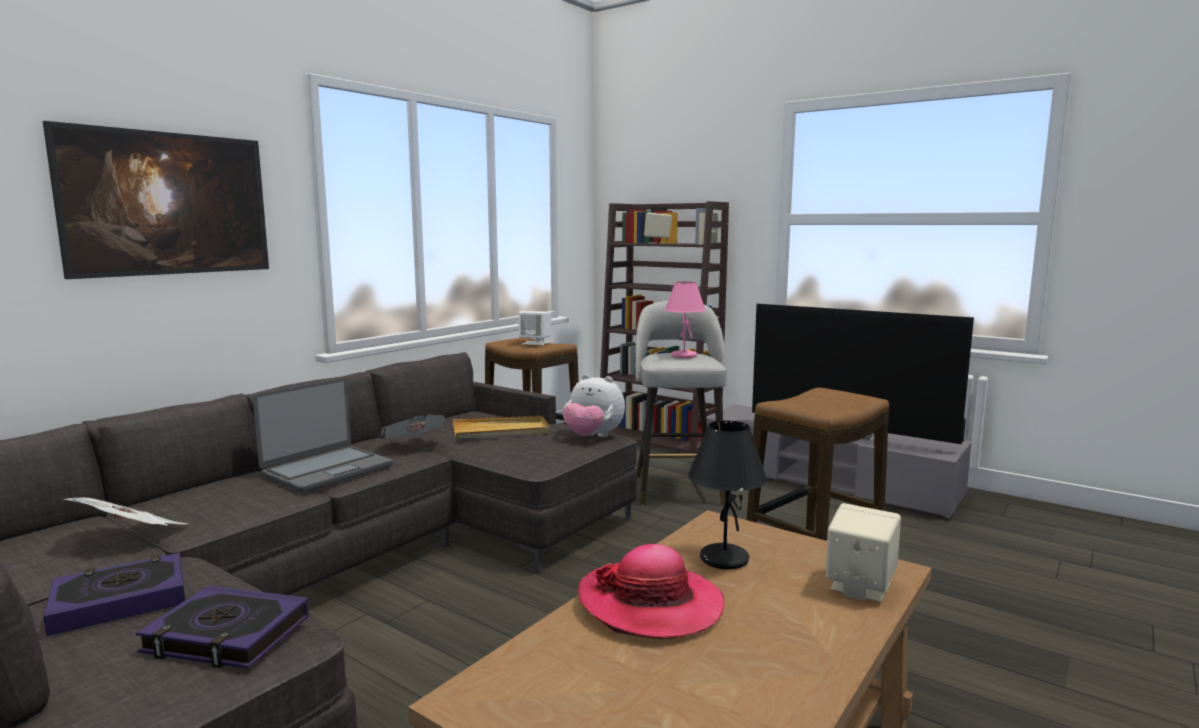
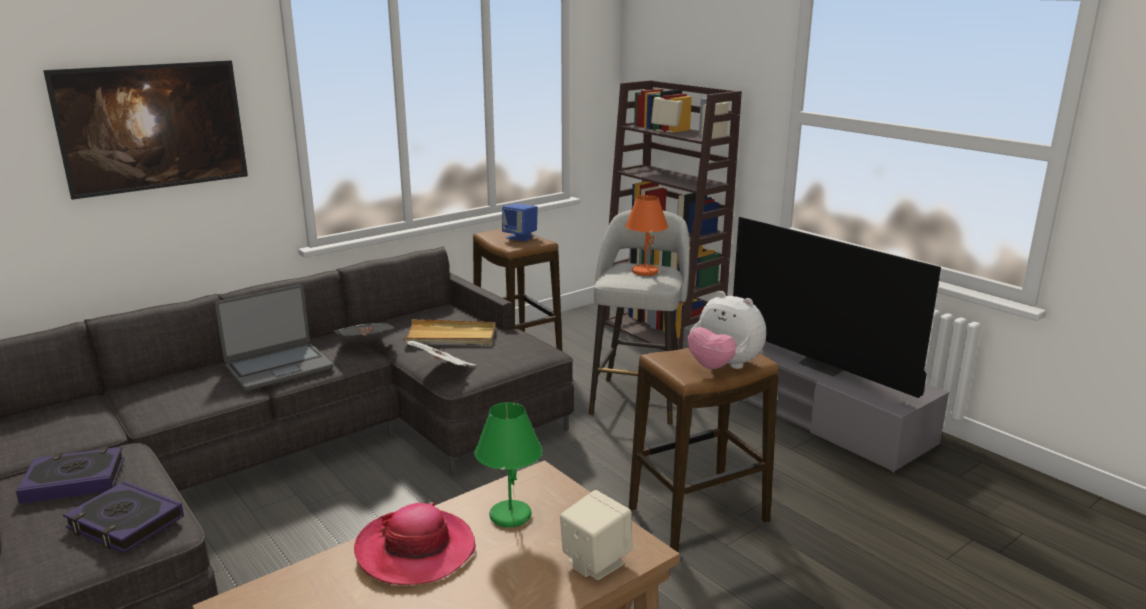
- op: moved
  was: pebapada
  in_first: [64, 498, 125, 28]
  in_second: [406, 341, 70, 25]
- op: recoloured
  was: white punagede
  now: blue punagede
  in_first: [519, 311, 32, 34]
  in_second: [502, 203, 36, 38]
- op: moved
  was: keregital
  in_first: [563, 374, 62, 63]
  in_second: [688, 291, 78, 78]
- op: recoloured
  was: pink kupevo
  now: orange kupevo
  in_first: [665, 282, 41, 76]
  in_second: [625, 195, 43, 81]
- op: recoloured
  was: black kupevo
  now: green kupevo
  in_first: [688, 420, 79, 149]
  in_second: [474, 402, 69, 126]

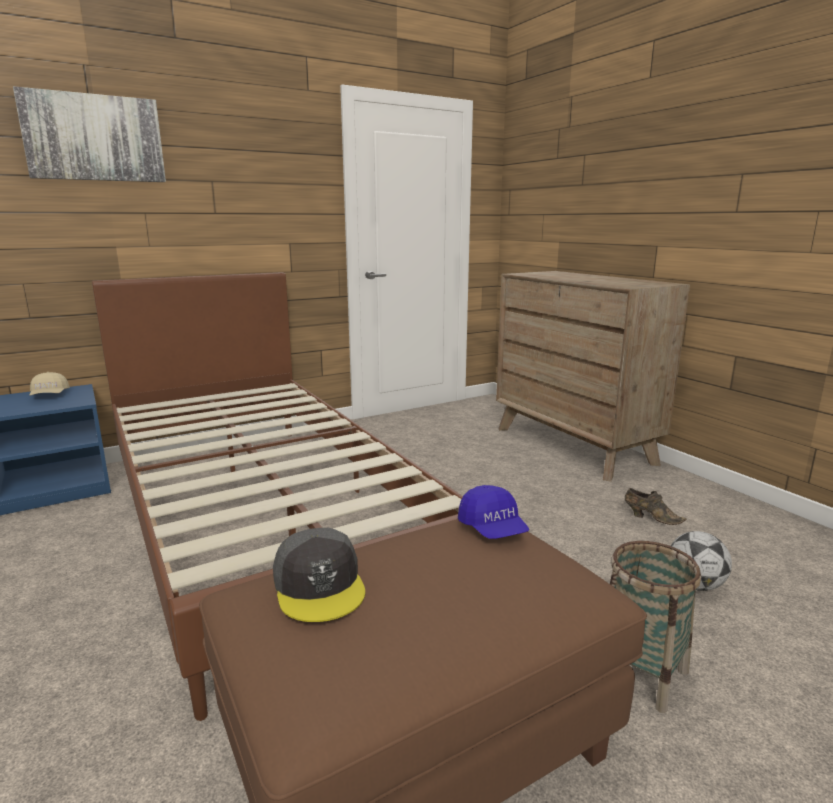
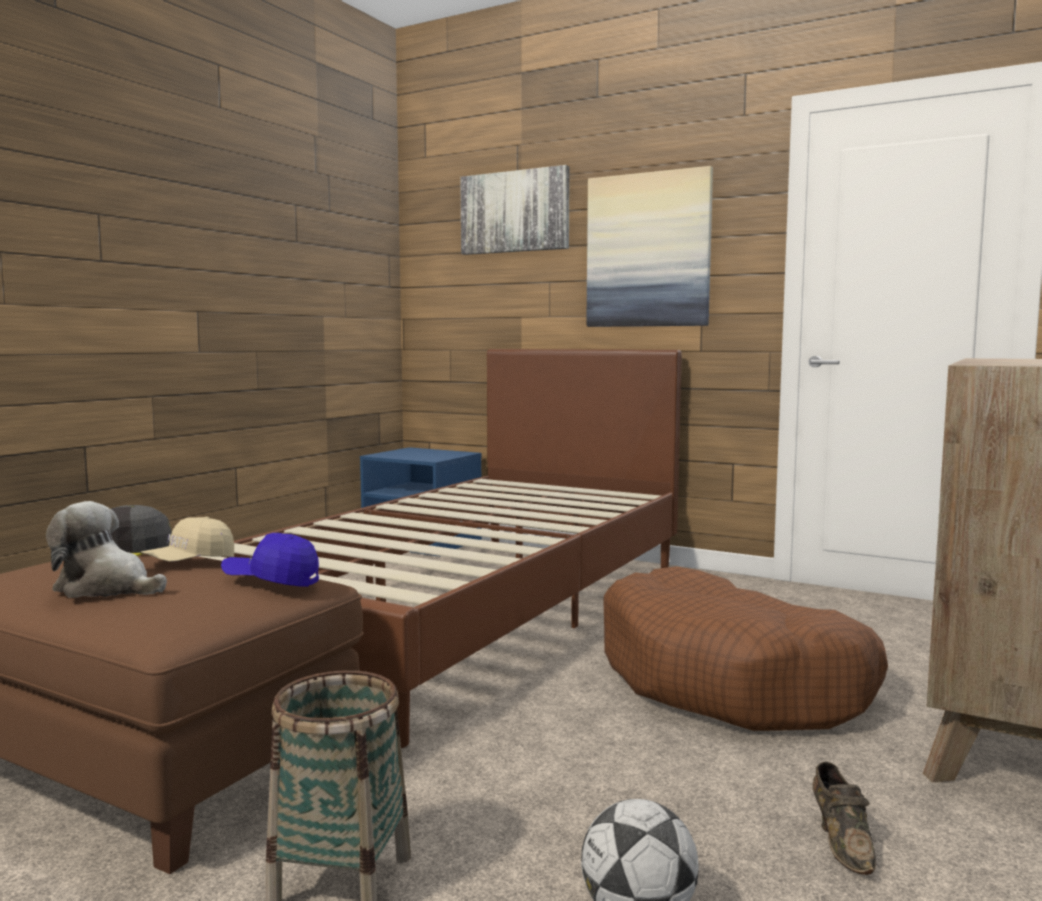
- op: moved
  was: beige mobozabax
  in_first: [29, 372, 41, 23]
  in_second: [141, 517, 93, 45]
- op: turned
  was: blue mobozabax
  in_first: [458, 485, 71, 54]
  in_second: [221, 533, 98, 54]
  clockwise: 60
- op: added
  now: keregital
  in_second: [46, 501, 121, 97]
- op: added
  now: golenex
  in_second: [586, 166, 127, 161]
- op: added
  now: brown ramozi
  in_second: [604, 566, 284, 165]

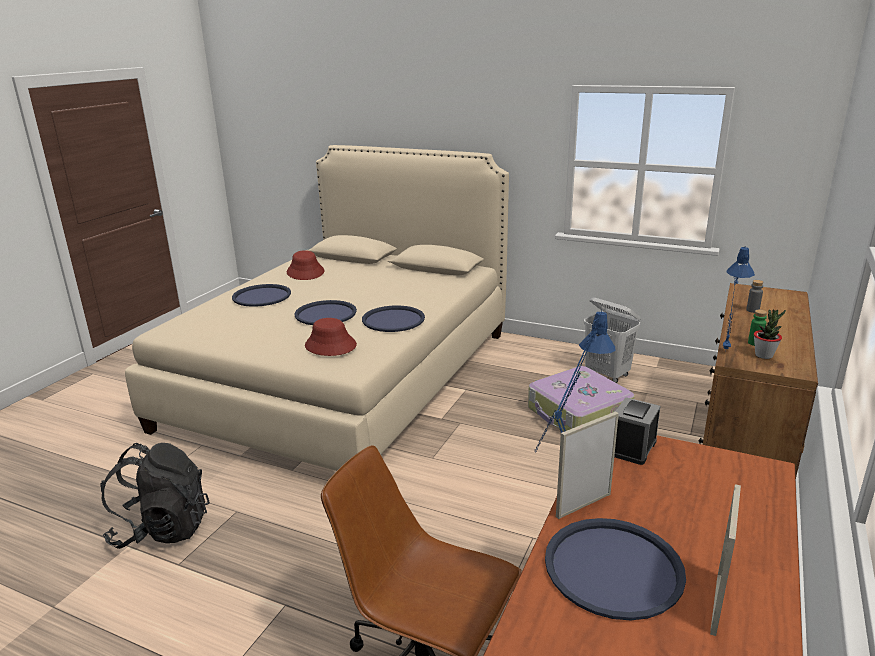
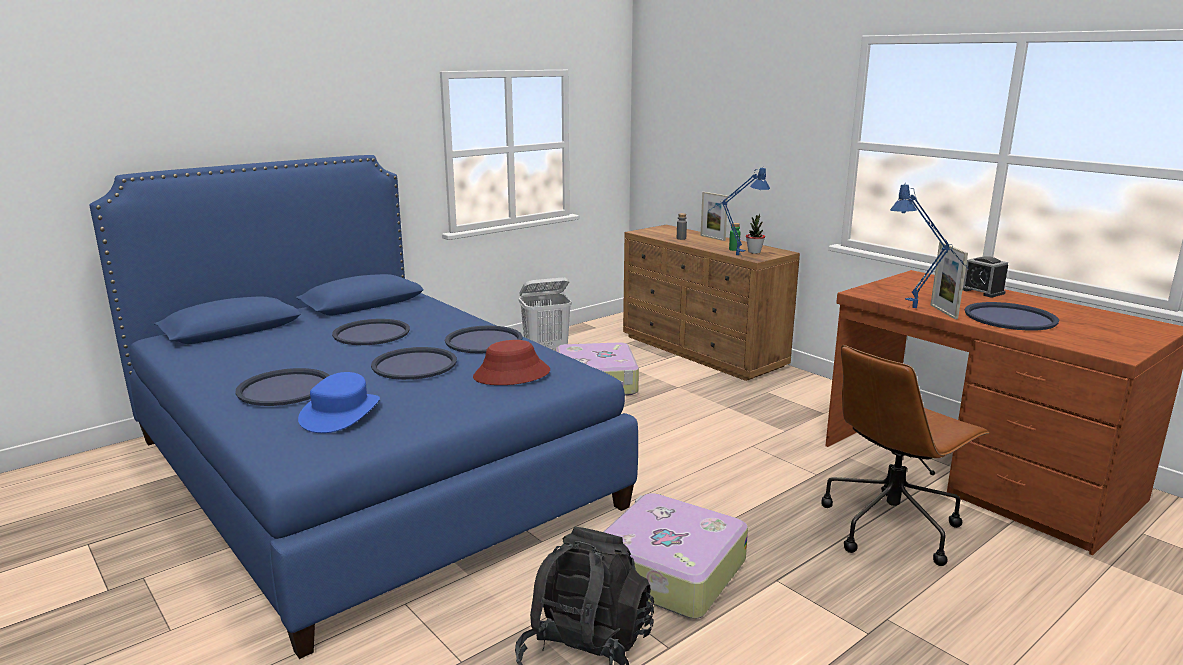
- op: recoloured
  was: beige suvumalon
  now: blue suvumalon
  in_first: [125, 145, 384, 326]
  in_second: [90, 155, 548, 504]
- op: removed
  was: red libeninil
  in_first: [287, 250, 37, 30]
- op: moved
  was: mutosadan
  in_first: [614, 397, 47, 68]
  in_second: [963, 256, 45, 41]
- op: moved
  was: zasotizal
  in_first: [710, 484, 31, 152]
  in_second: [701, 192, 27, 49]
- op: added
  now: blue libeninil
  in_second: [298, 372, 82, 61]
- op: added
  now: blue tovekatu
  in_second: [332, 319, 78, 26]
- op: added
  now: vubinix
  in_second: [604, 493, 144, 126]

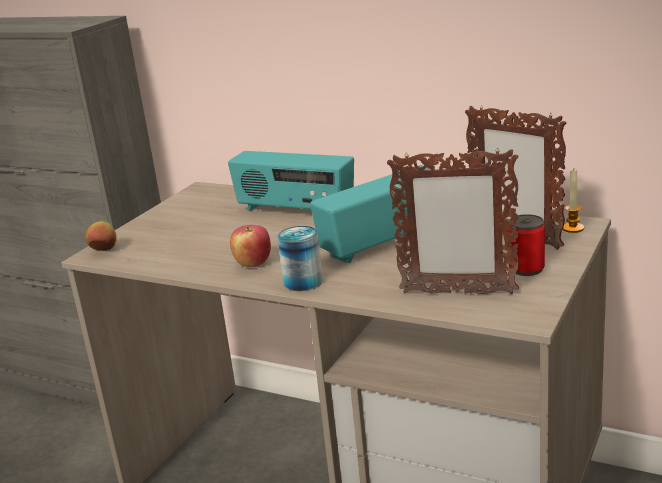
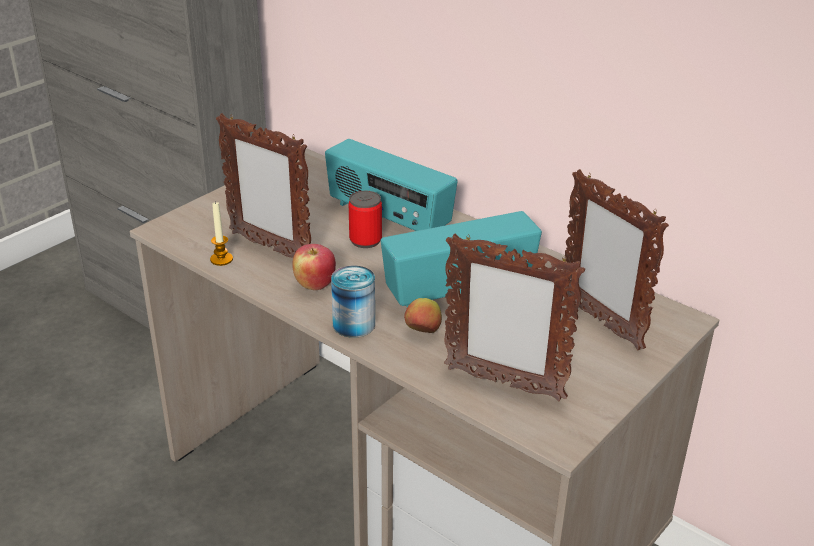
- op: moved
  was: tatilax
  in_first: [85, 221, 32, 30]
  in_second: [404, 298, 38, 35]
- op: moved
  was: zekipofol
  in_first: [508, 214, 37, 62]
  in_second: [349, 191, 33, 57]
- op: moved
  was: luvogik
  in_first: [562, 170, 22, 63]
  in_second: [210, 201, 23, 65]
- op: added
  now: zasotizal
  in_second: [216, 113, 95, 144]

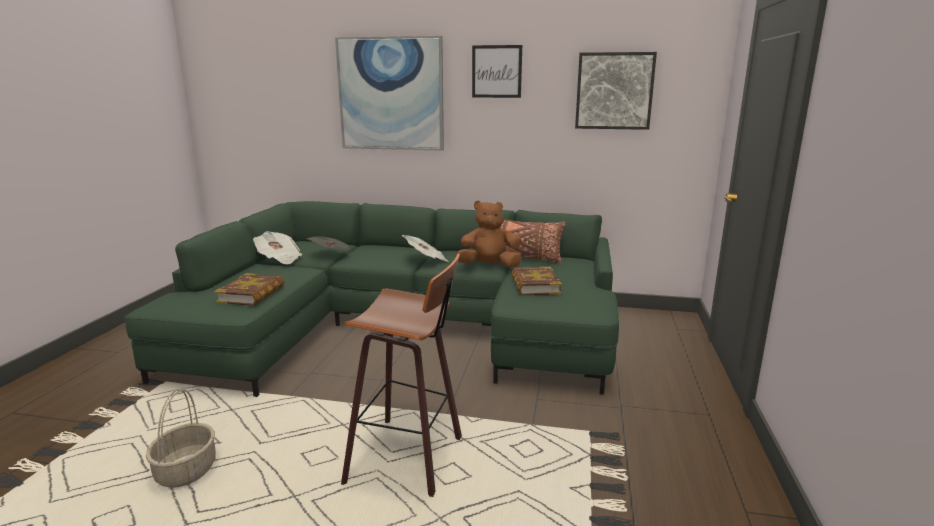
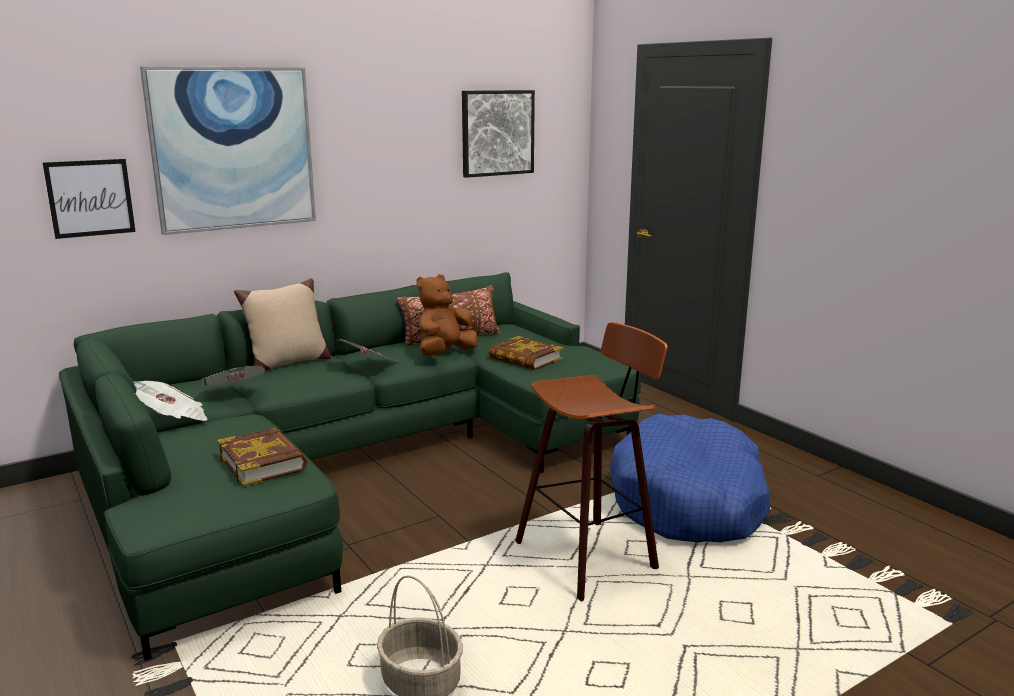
- op: moved
  was: golenex
  in_first: [472, 45, 50, 53]
  in_second: [43, 159, 93, 80]
- op: added
  now: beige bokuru
  in_second: [234, 278, 97, 93]
- op: added
  now: blue ramozi
  in_second: [610, 414, 160, 128]

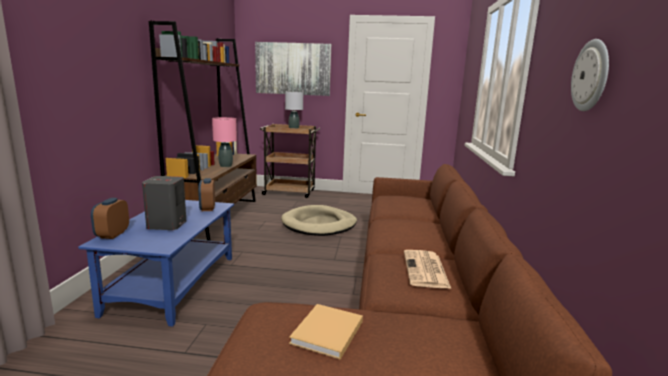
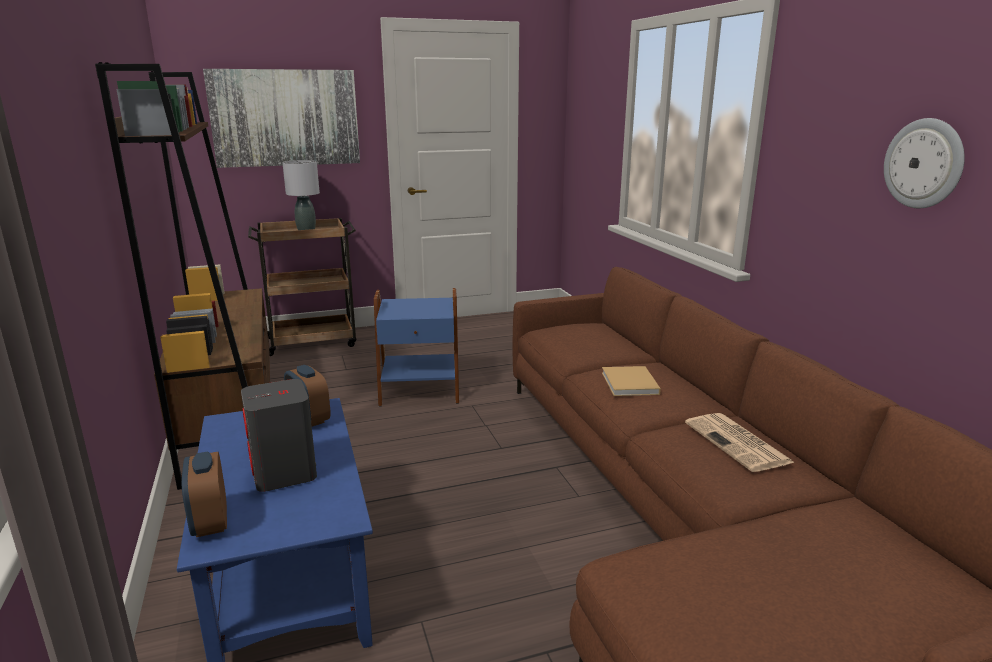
- op: removed
  was: pink kupevo
  in_first: [212, 117, 25, 50]
- op: replaced
  was: beige ramozi
  now: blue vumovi
  in_first: [281, 205, 76, 31]
  in_second: [374, 288, 85, 119]
- op: moved
  was: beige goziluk
  in_first: [289, 304, 74, 56]
  in_second: [602, 366, 59, 30]

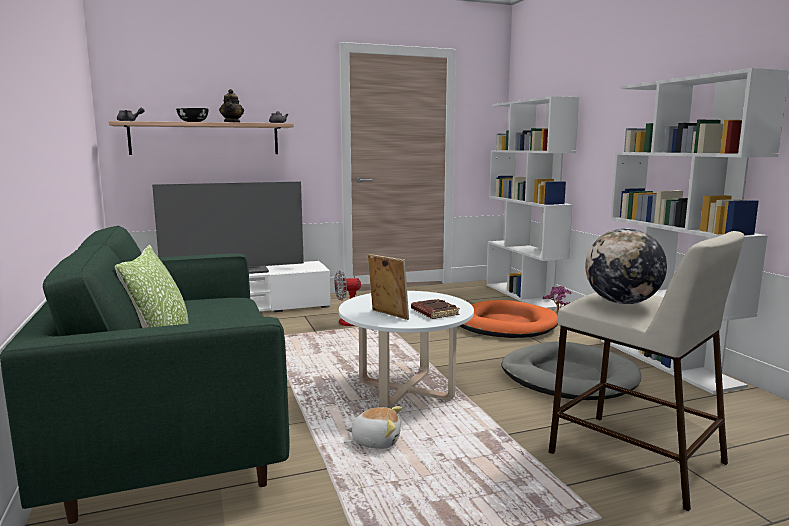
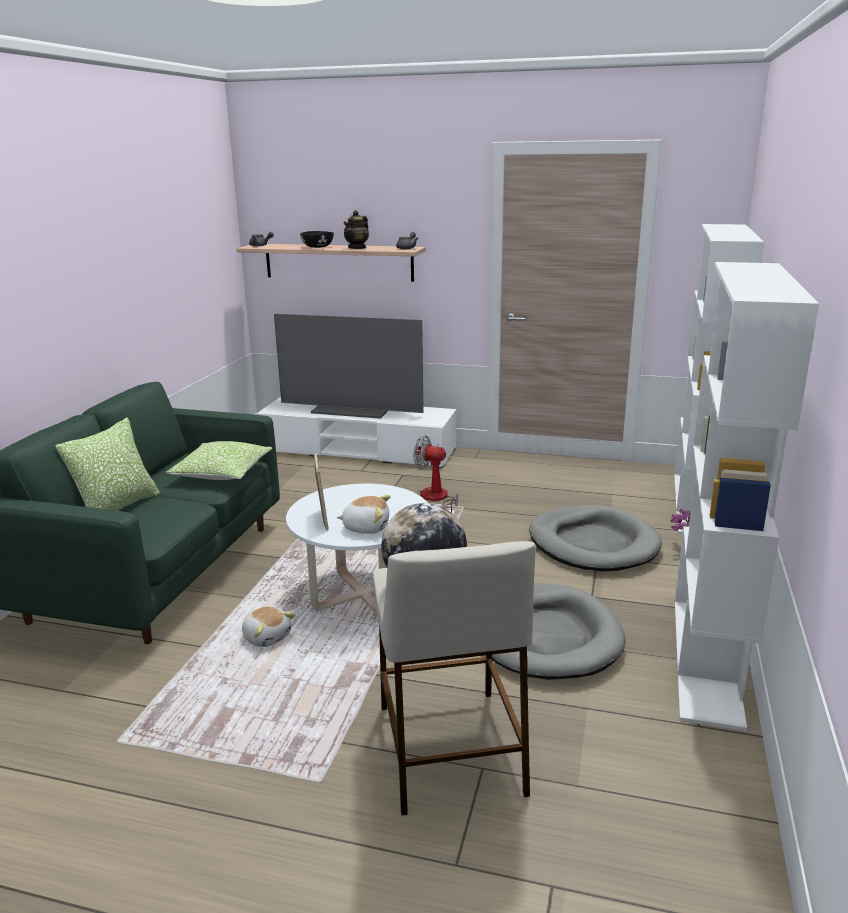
- op: replaced
  was: brown goziluk
  now: keregital
  in_first: [411, 299, 49, 20]
  in_second: [337, 495, 54, 39]
- op: recoloured
  was: orange ramozi
  now: grey ramozi
  in_first: [460, 300, 98, 38]
  in_second: [529, 505, 133, 66]
- op: added
  now: bokuru
  in_second: [166, 441, 106, 39]

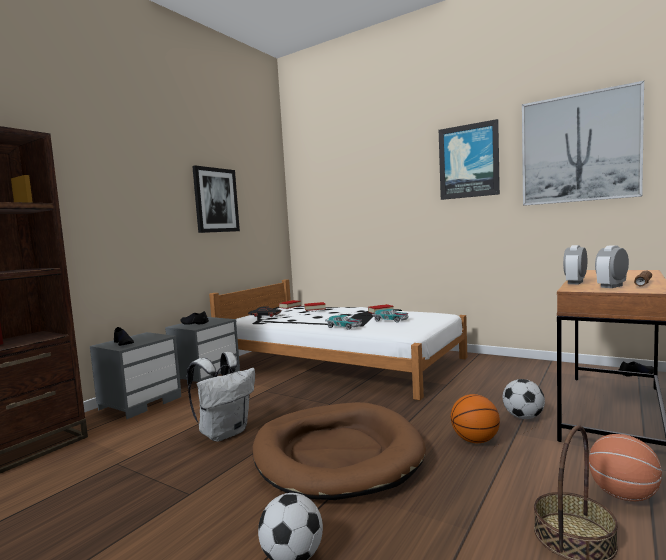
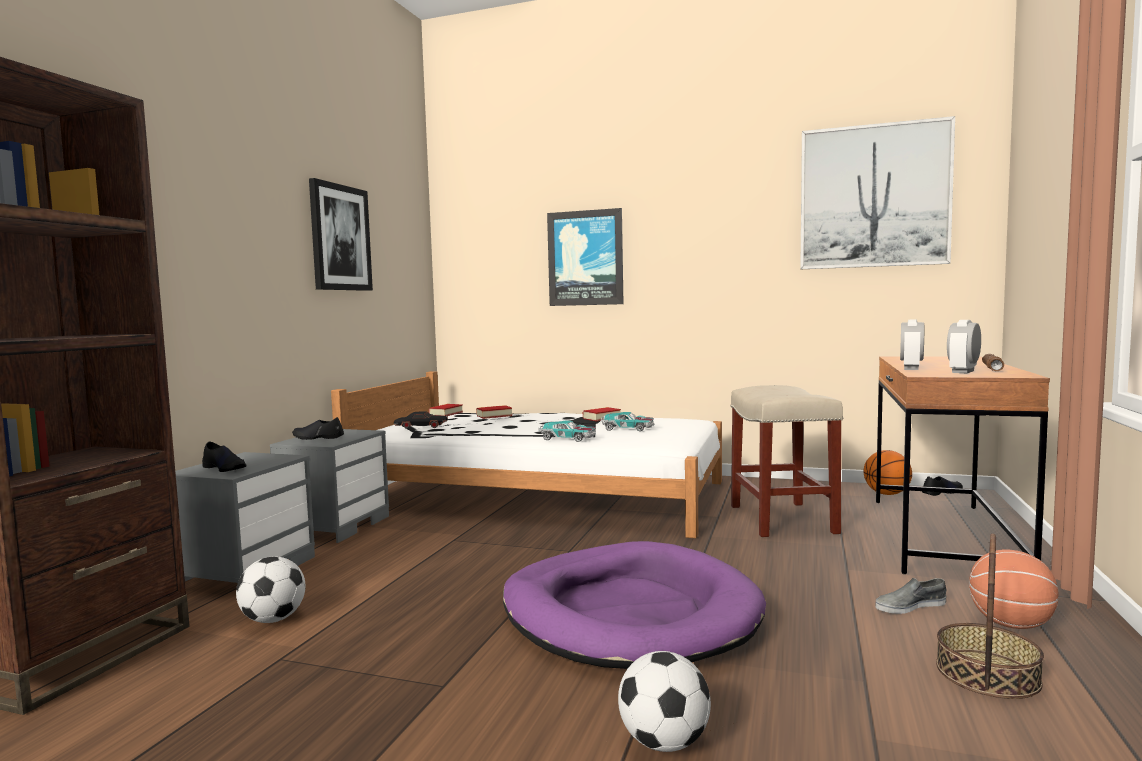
- op: removed
  was: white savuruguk
  in_first: [187, 352, 68, 89]
- op: recoloured
  was: brown ramozi
  now: purple ramozi
  in_first: [252, 402, 174, 98]
  in_second: [503, 541, 263, 128]
- op: moved
  was: golenex
  in_first: [439, 119, 61, 81]
  in_second: [547, 208, 77, 98]
- op: moved
  was: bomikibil
  in_first: [451, 394, 49, 49]
  in_second: [864, 450, 48, 45]
- op: moved
  was: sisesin
  in_first: [503, 379, 42, 40]
  in_second: [236, 556, 70, 67]
- op: added
  now: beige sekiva
  in_second: [731, 385, 112, 152]
- op: added
  now: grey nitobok
  in_second: [875, 578, 71, 36]

